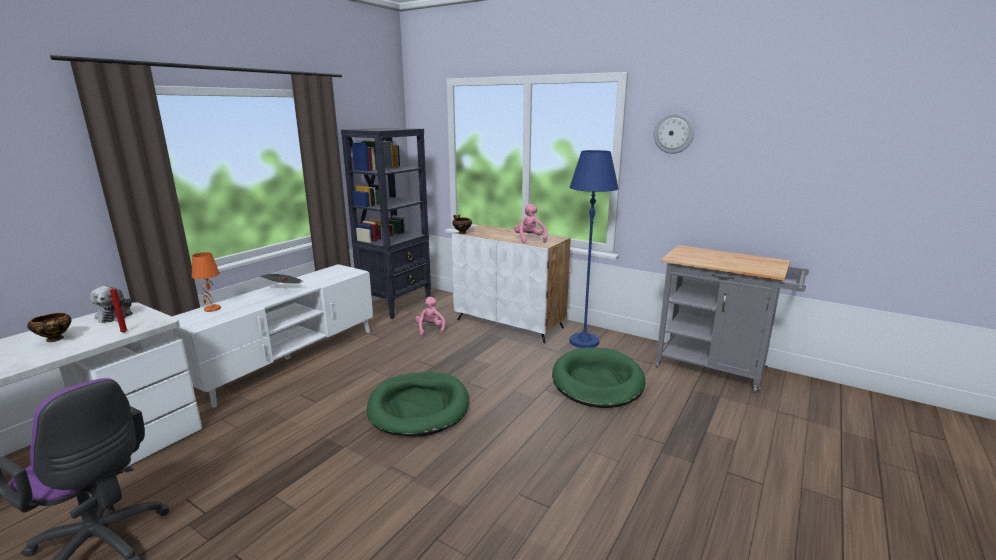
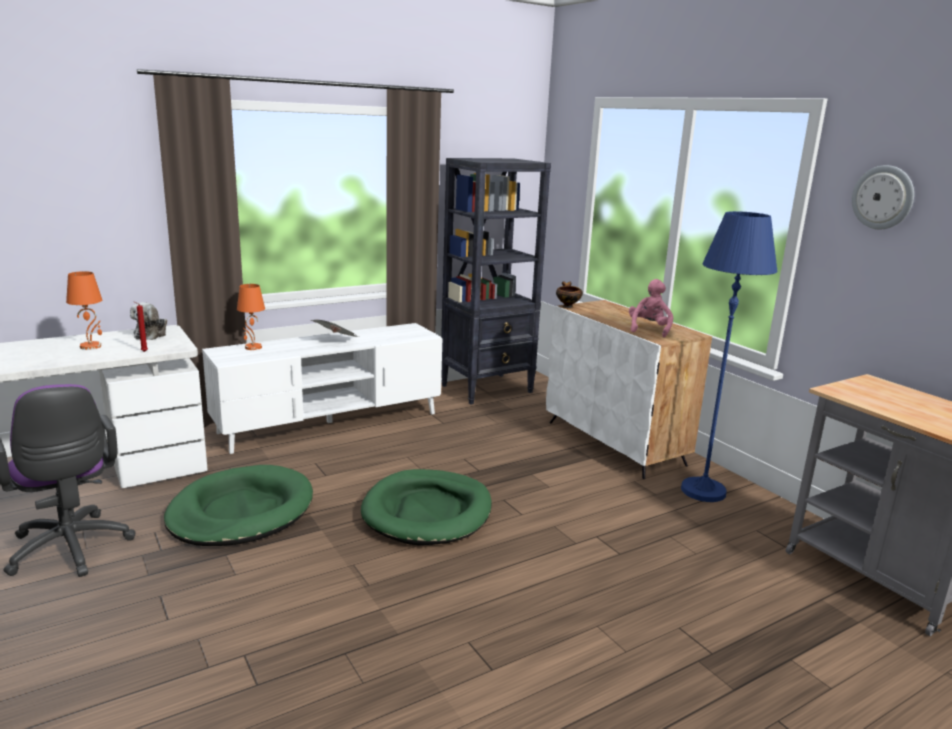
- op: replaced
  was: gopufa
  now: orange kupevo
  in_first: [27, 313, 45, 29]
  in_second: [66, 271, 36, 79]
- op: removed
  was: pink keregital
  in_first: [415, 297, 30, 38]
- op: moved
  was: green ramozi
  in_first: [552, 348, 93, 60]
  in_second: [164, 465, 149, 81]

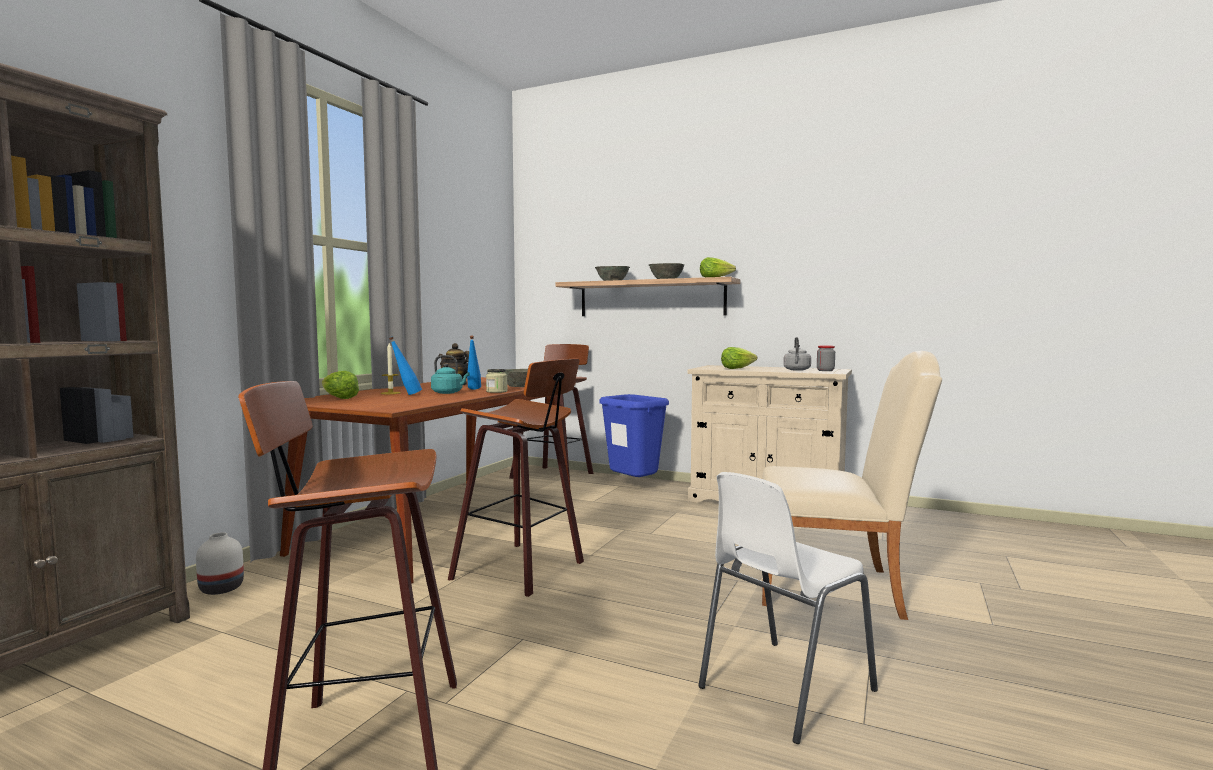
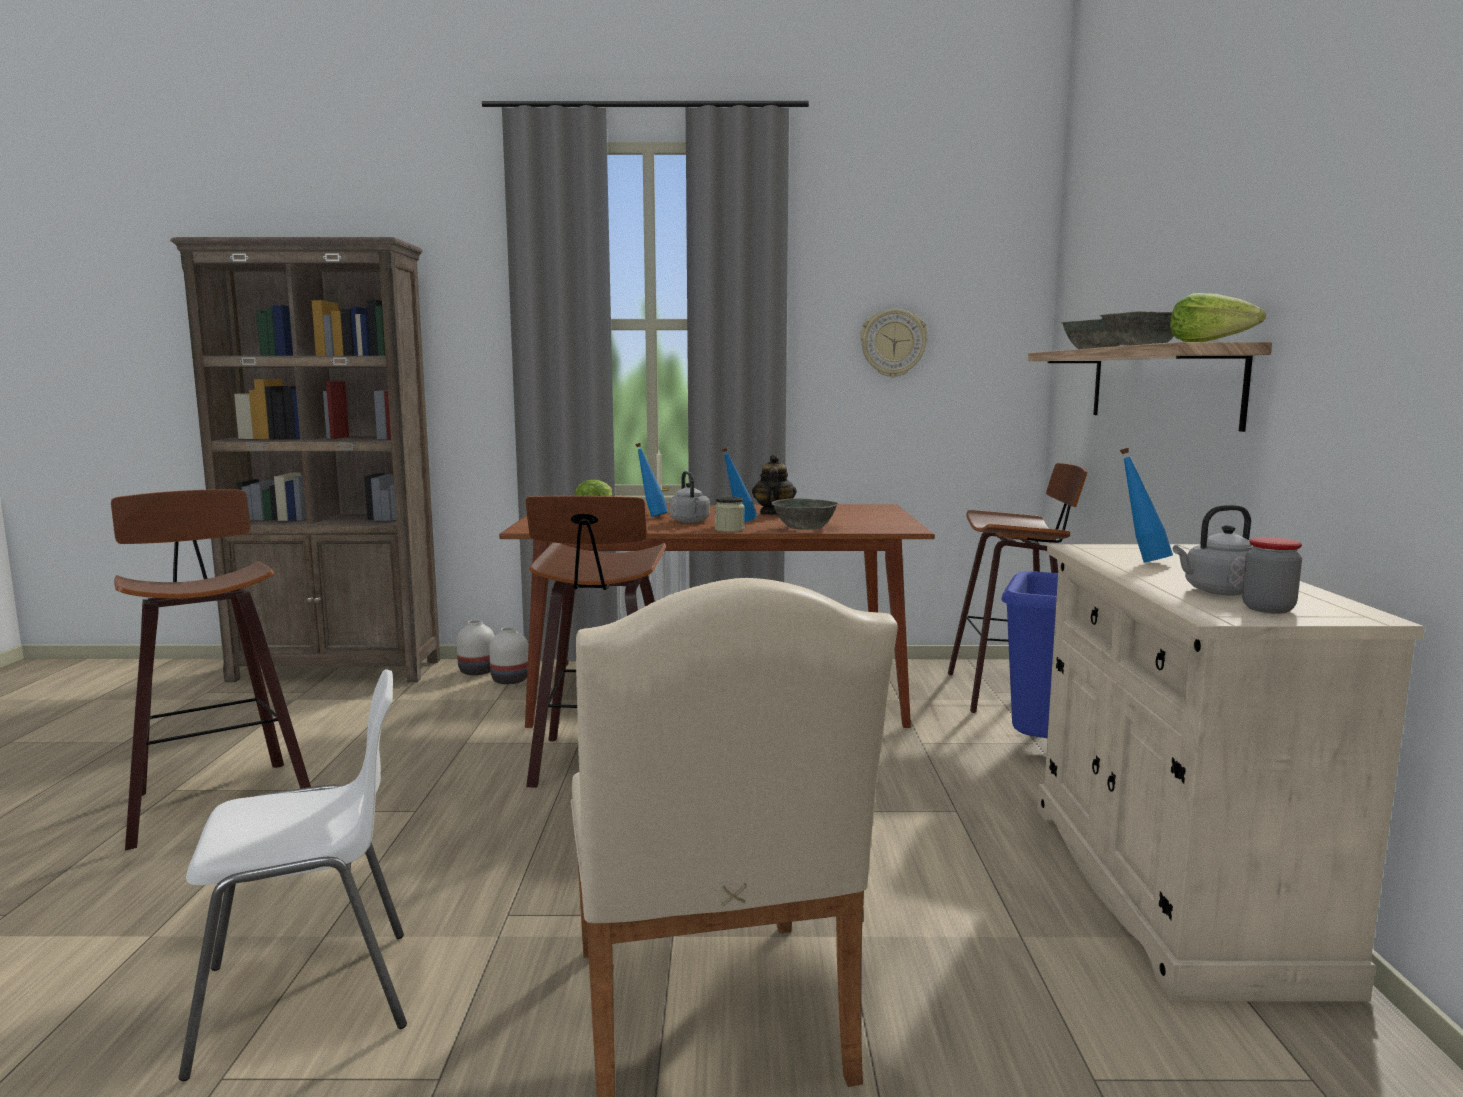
- op: recoloured
  was: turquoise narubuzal
  now: grey narubuzal
  in_first: [431, 355, 38, 39]
  in_second: [669, 471, 41, 52]
- op: turned
  was: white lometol
  in_first: [698, 472, 180, 272]
  in_second: [178, 669, 229, 412]
  clockwise: 135
- op: replaced
  was: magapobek
  now: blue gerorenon
  in_first: [721, 347, 36, 22]
  in_second: [1120, 448, 53, 115]
- op: added
  now: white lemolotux
  in_second: [489, 627, 40, 57]
- op: added
  now: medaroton
  in_second: [860, 309, 68, 69]

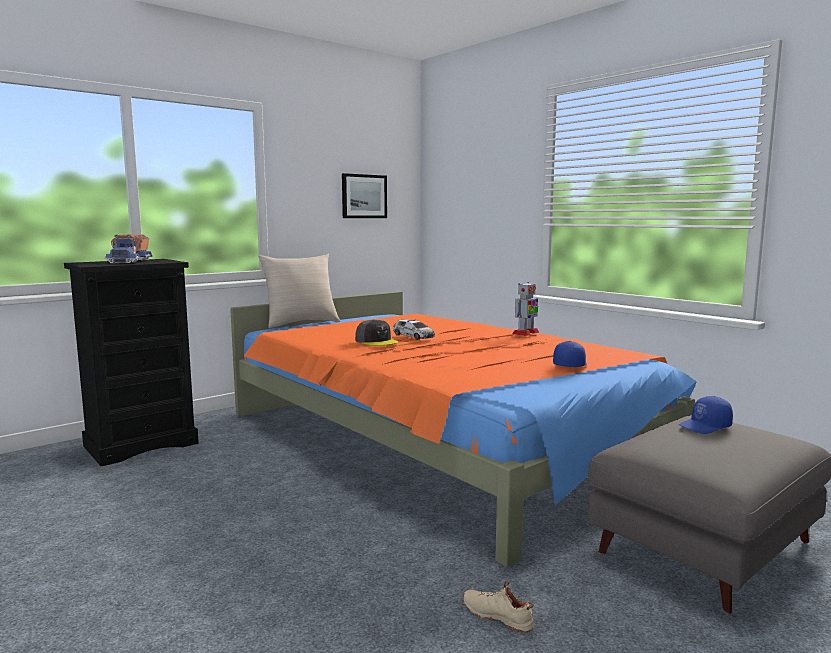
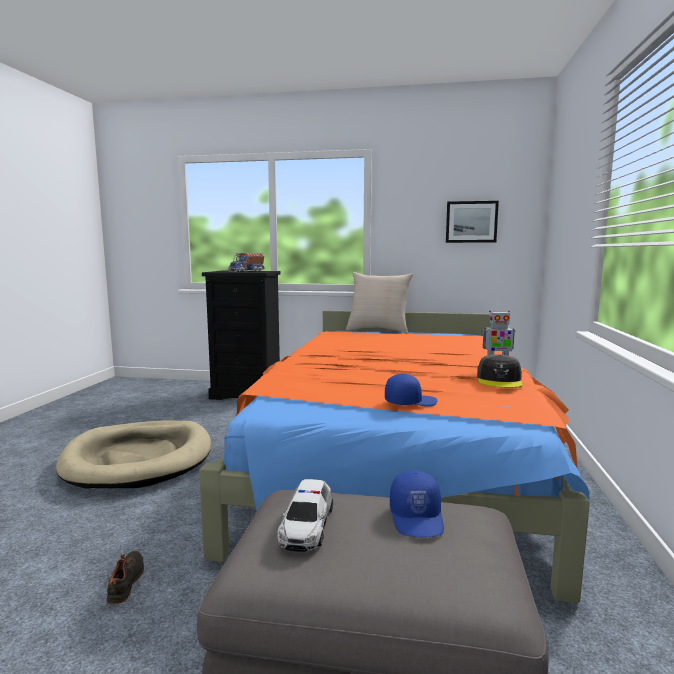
- op: moved
  was: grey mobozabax
  in_first: [355, 320, 43, 26]
  in_second: [477, 354, 46, 34]
- op: moved
  was: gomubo
  in_first: [393, 319, 42, 21]
  in_second: [277, 479, 56, 73]
- op: recoloured
  was: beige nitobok
  now: black nitobok
  in_first: [463, 581, 71, 52]
  in_second: [107, 551, 37, 53]
- op: turned
  was: blue mobozabax
  in_first: [679, 396, 54, 38]
  in_second: [390, 470, 54, 67]
  clockwise: -120
- op: added
  now: beige ramozi
  in_second: [56, 421, 155, 68]

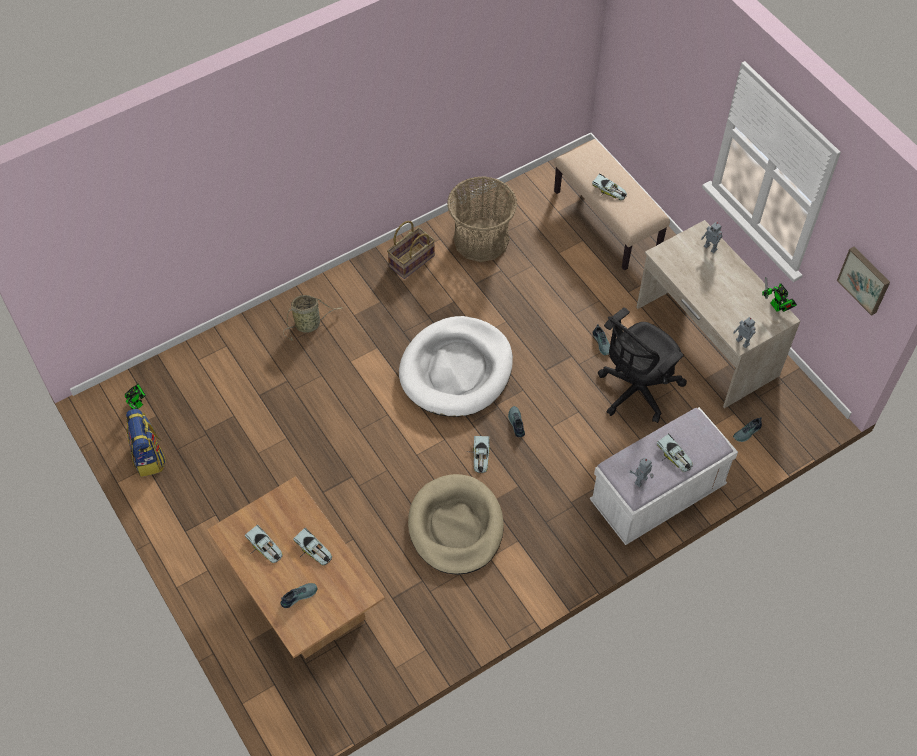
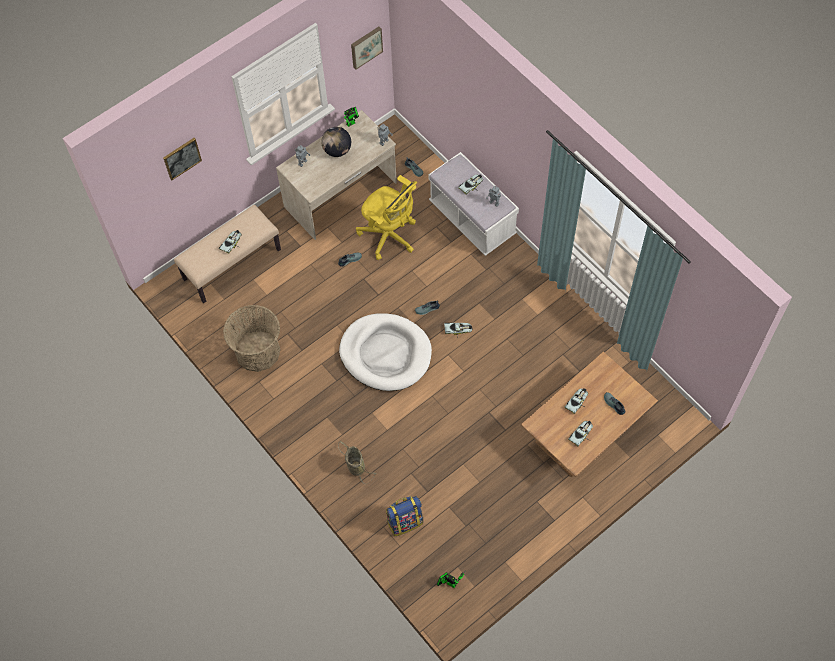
- op: moved
  was: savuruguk
  in_first: [126, 409, 40, 68]
  in_second: [386, 496, 37, 40]
- op: removed
  was: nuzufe
  in_first: [387, 221, 48, 58]
- op: removed
  was: beige ramozi
  in_first: [408, 474, 96, 101]
- op: recoloured
  was: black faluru
  now: yellow faluru
  in_first: [598, 307, 89, 116]
  in_second: [356, 175, 61, 85]
- op: added
  now: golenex
  in_second: [163, 138, 39, 42]
- op: added
  now: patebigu
  in_second: [321, 127, 30, 30]

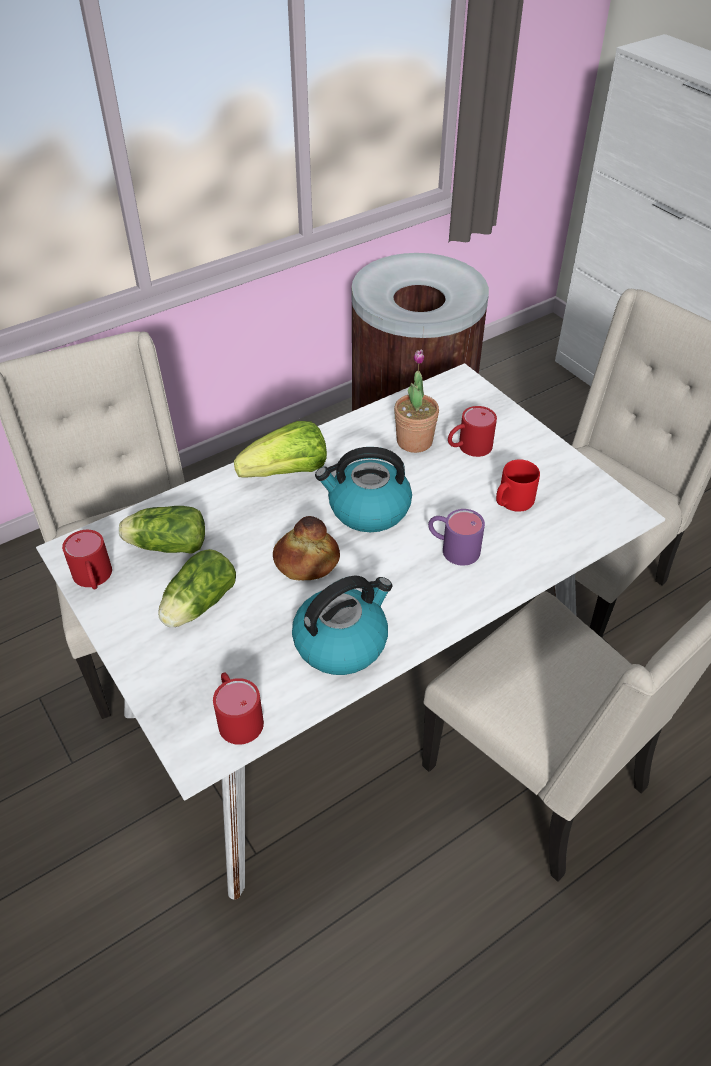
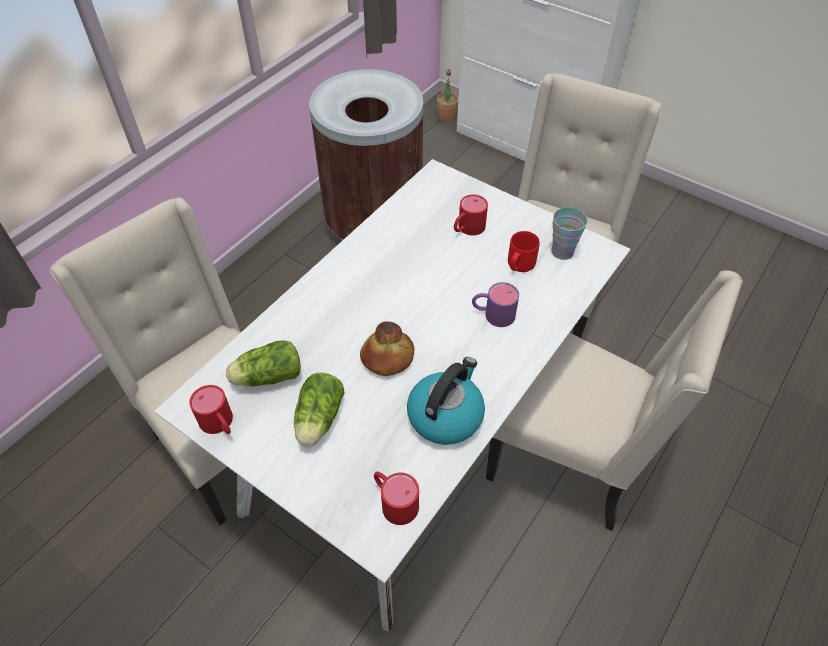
- op: removed
  was: magapobek
  in_first: [234, 421, 93, 57]
- op: removed
  was: narubuzal
  in_first: [315, 447, 97, 85]
- op: moved
  was: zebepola
  in_first: [394, 349, 45, 104]
  in_second: [437, 69, 21, 53]
- op: added
  now: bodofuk
  in_second: [551, 207, 36, 53]

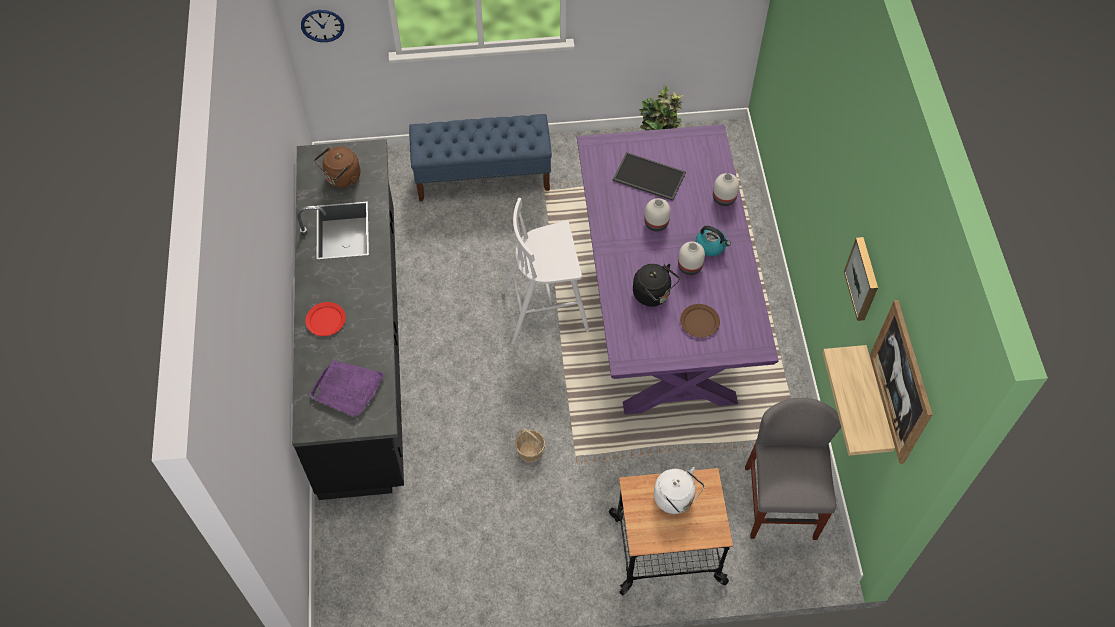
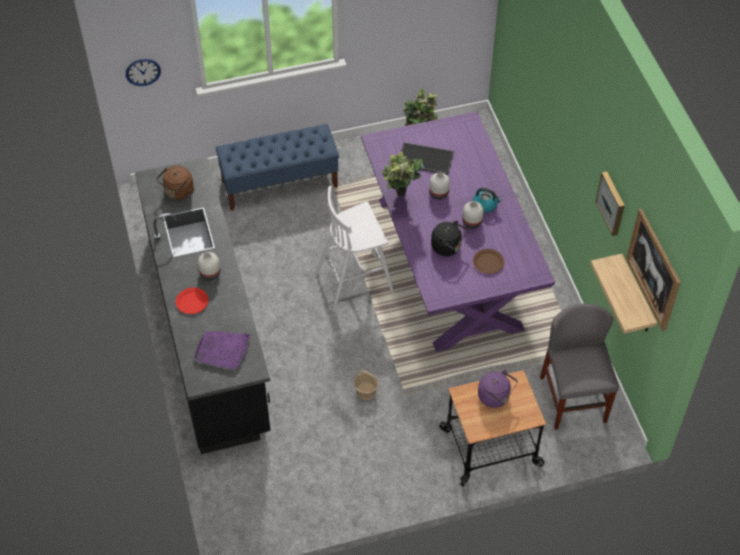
- op: recoloured
  was: white narubuzal
  now: purple narubuzal
  in_first: [654, 467, 51, 47]
  in_second: [478, 369, 40, 39]
- op: moved
  was: white lemolotux
  in_first: [713, 173, 26, 33]
  in_second: [198, 252, 22, 28]
- op: added
  now: zebepola
  in_second: [381, 152, 43, 44]

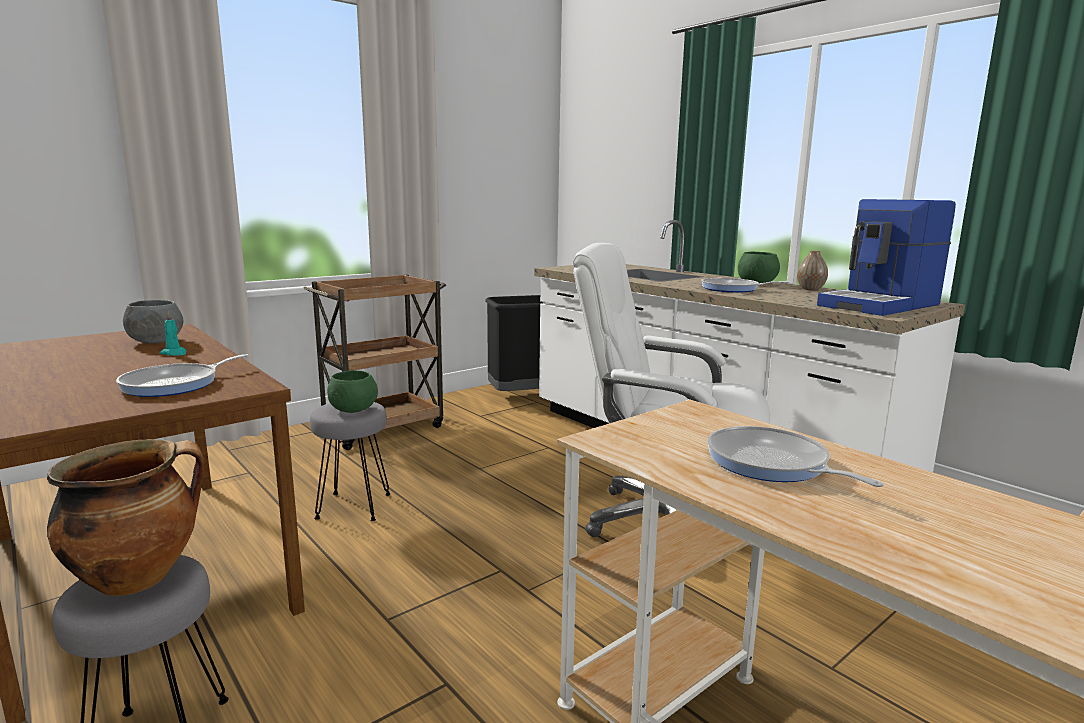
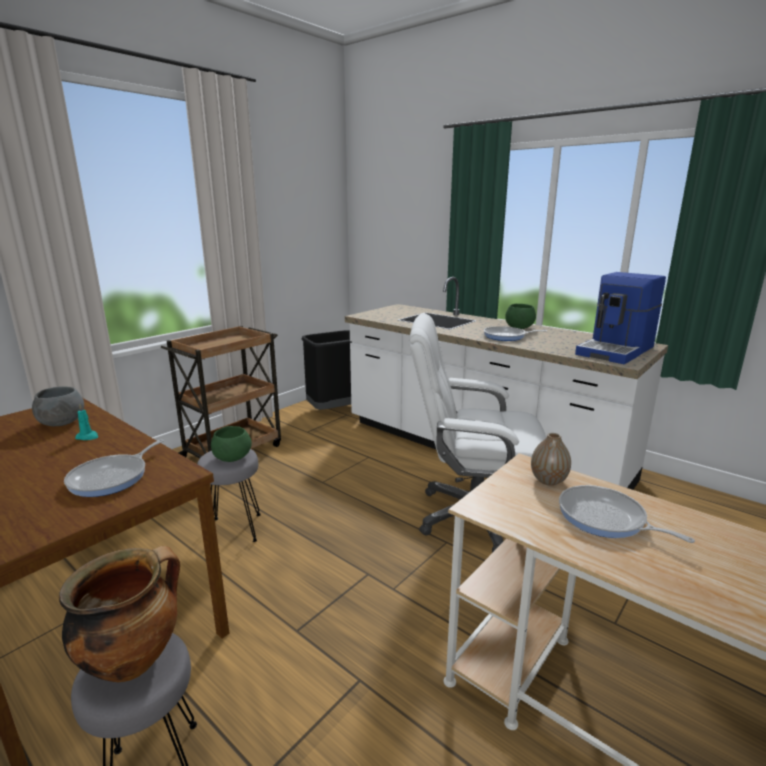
- op: moved
  was: lemolotux
  in_first: [797, 251, 31, 39]
  in_second: [531, 433, 40, 53]

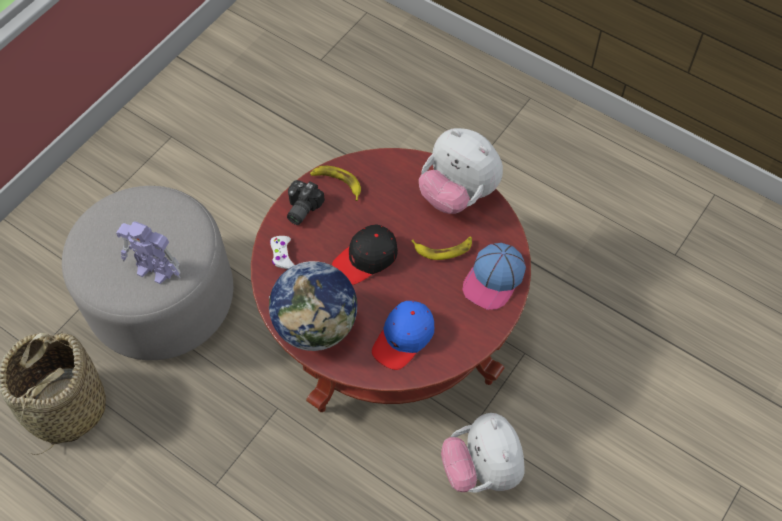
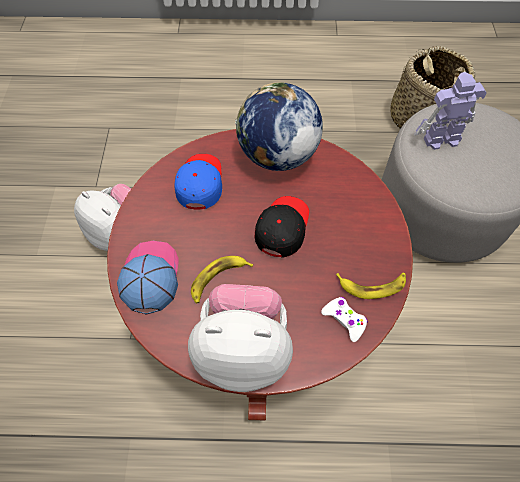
- op: moved
  was: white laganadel
  in_first: [270, 236, 24, 33]
  in_second: [321, 297, 47, 45]
- op: removed
  was: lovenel
  in_first: [287, 180, 38, 45]

